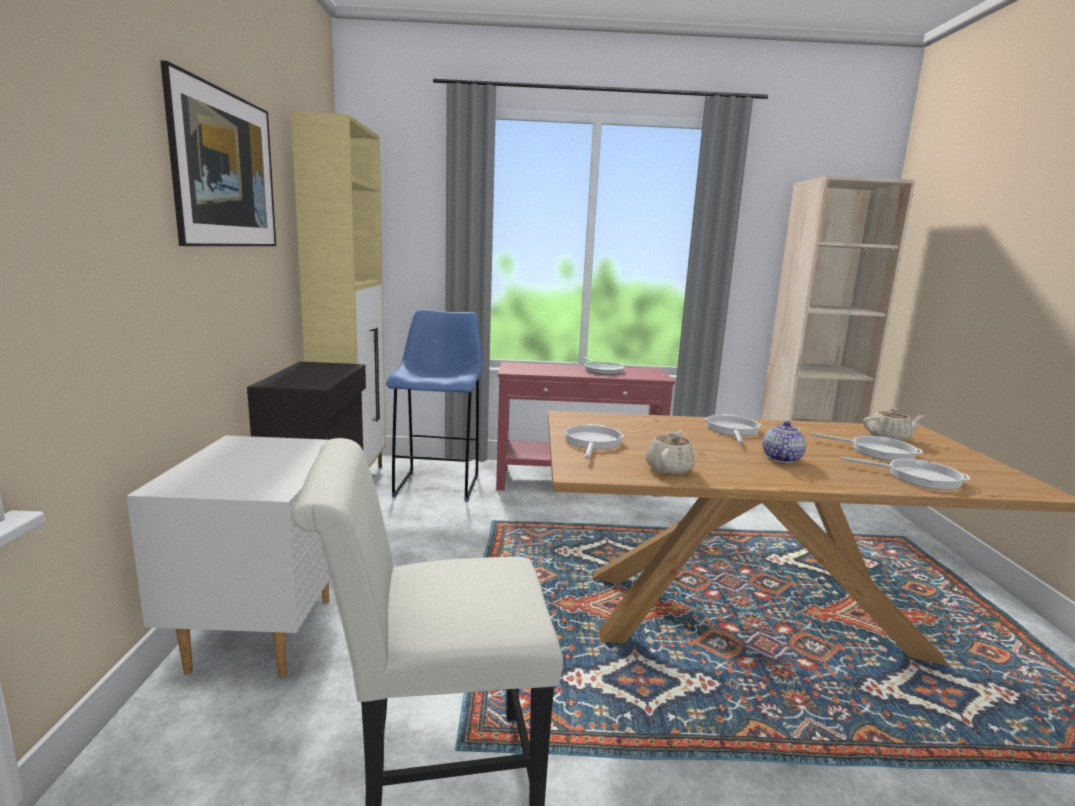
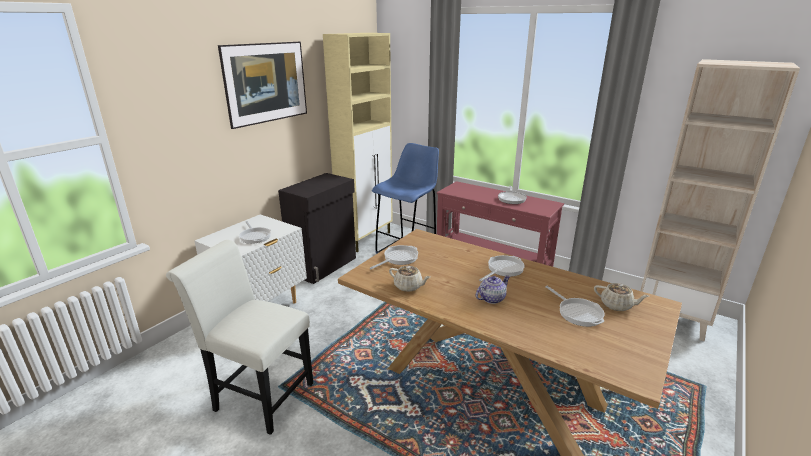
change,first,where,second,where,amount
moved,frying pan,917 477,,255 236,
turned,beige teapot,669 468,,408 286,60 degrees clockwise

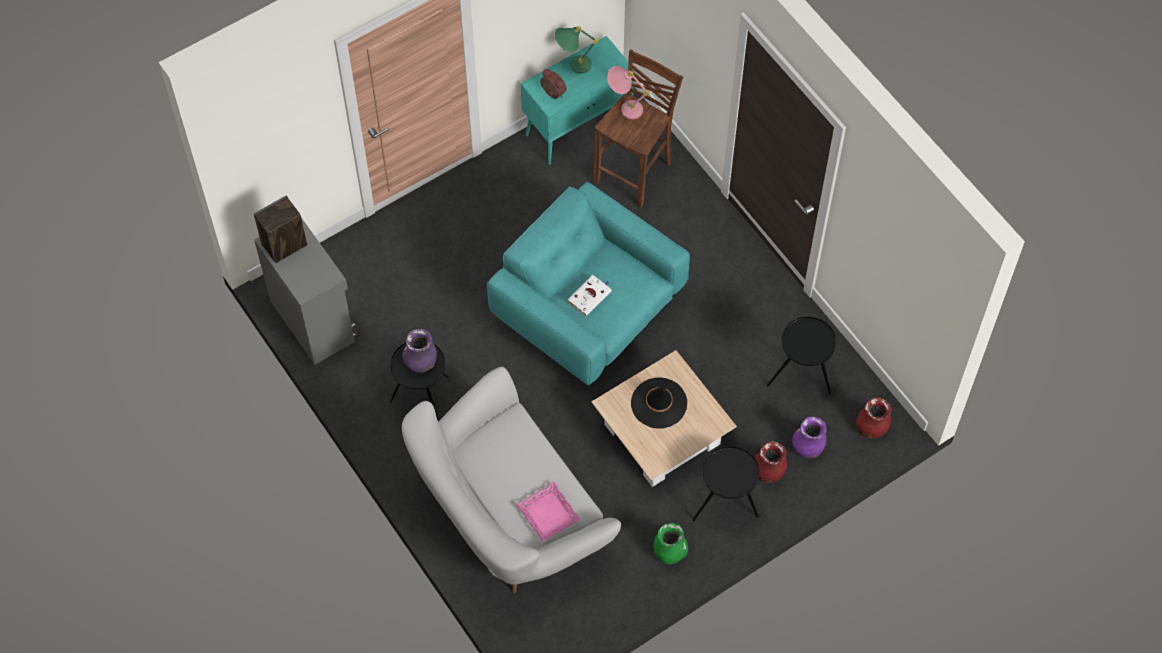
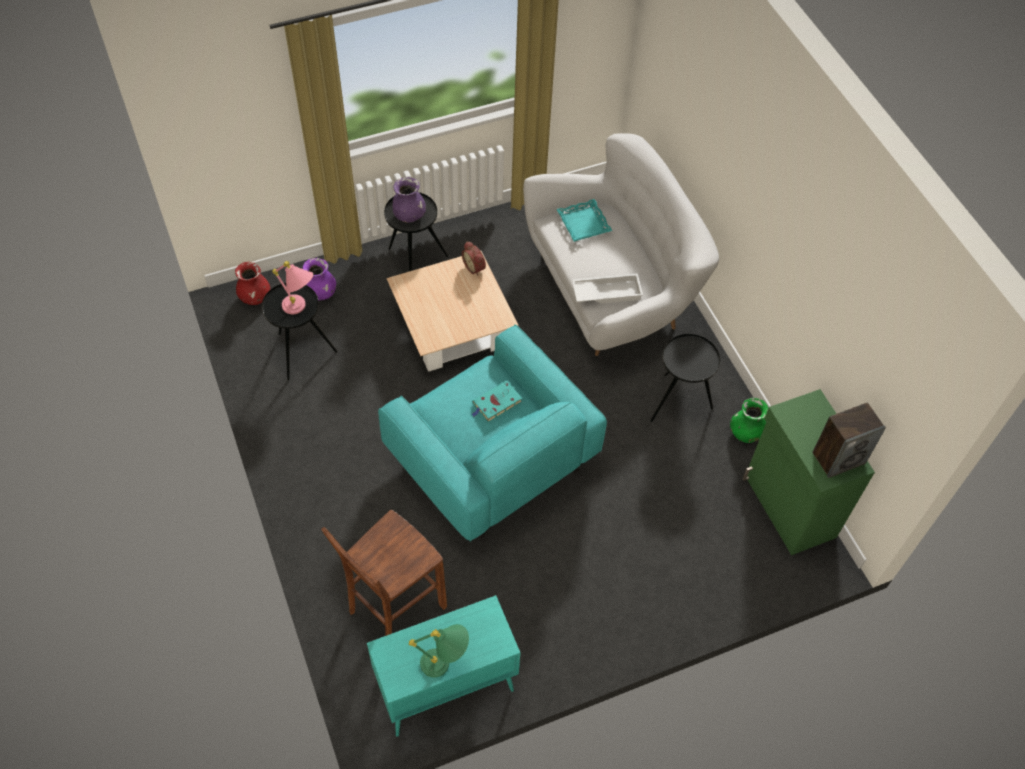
change,first,where,second,where,amount
moved,pink table lamp,624 107,,300 309,
moved,purple vase,421 361,,409 215,
moved,alarm clock,552 93,,475 267,
recoloured,white book,590 296,turquoise book,496 403,
recoloured,pink tray,548 514,turquoise tray,584 223,
added,,,white tray,607 292,
moved,green vase,669 551,,745 432,
recoloured,grey cabinet,313 320,green cabinet,788 507,
removed,black hat,659 403,,,
removed,red vase,768 471,,,

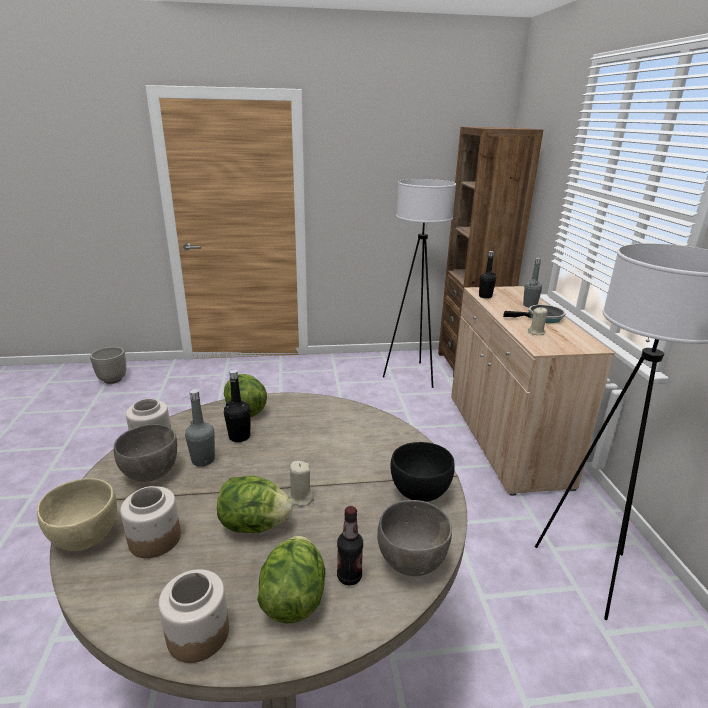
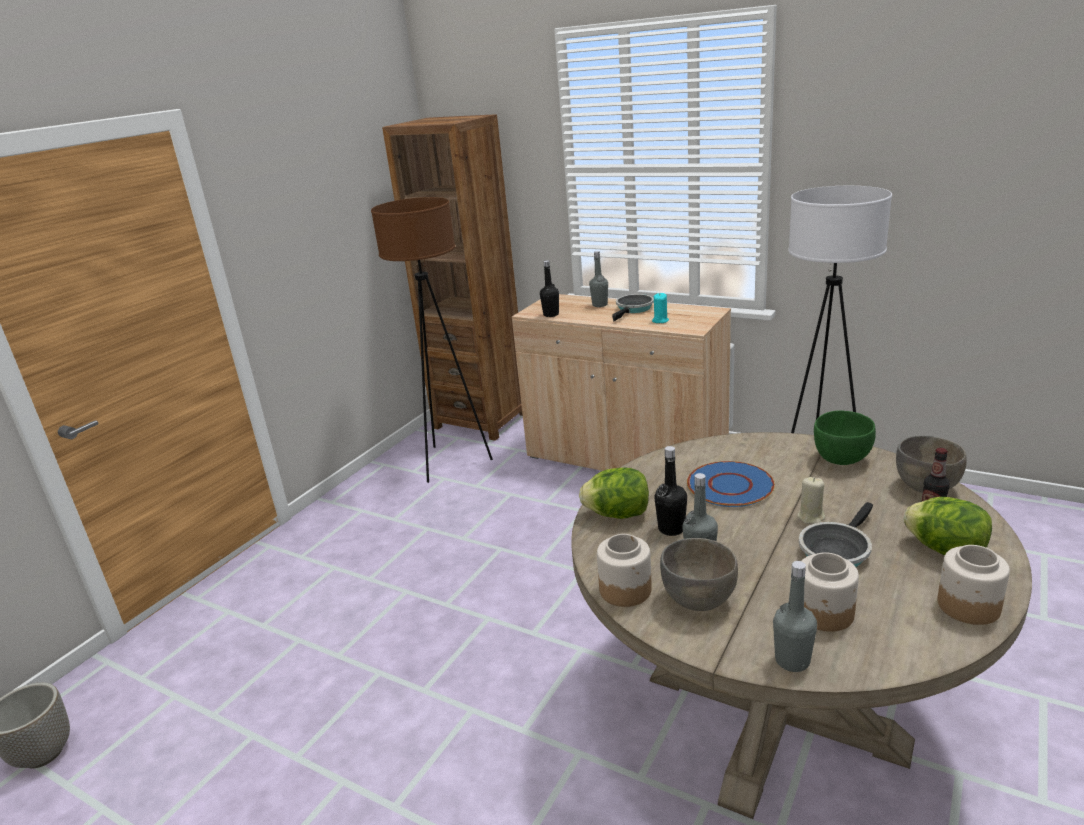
change,first,where,second,where,amount
recoloured,white floor lamp,412 375,brown floor lamp,451 462,
recoloured,beige candle,536 332,turquoise candle,660 320,
added,,,blue plate,730 485,
replaced,beige bowl,85 536,grey bottle,792 661,
replaced,lettuce,254 524,frying pan,836 550,
recoloured,black bowl,420 492,green bowl,842 459,

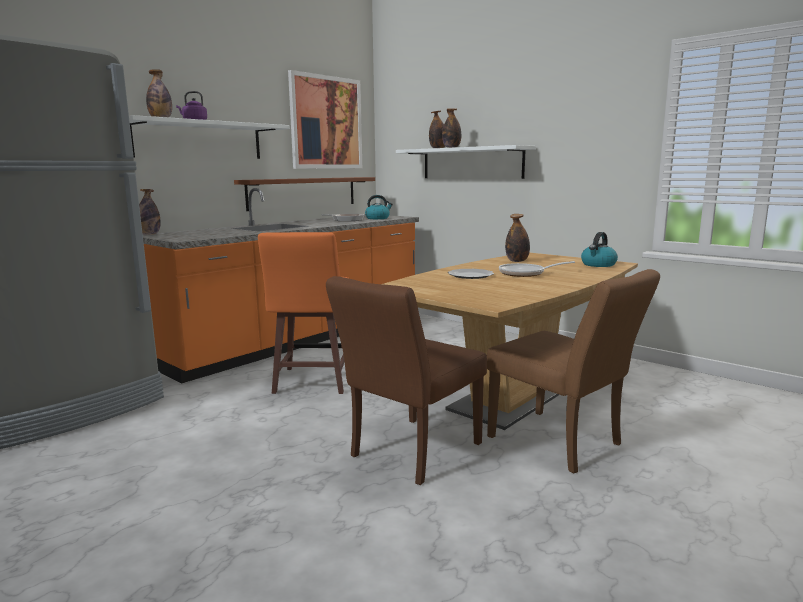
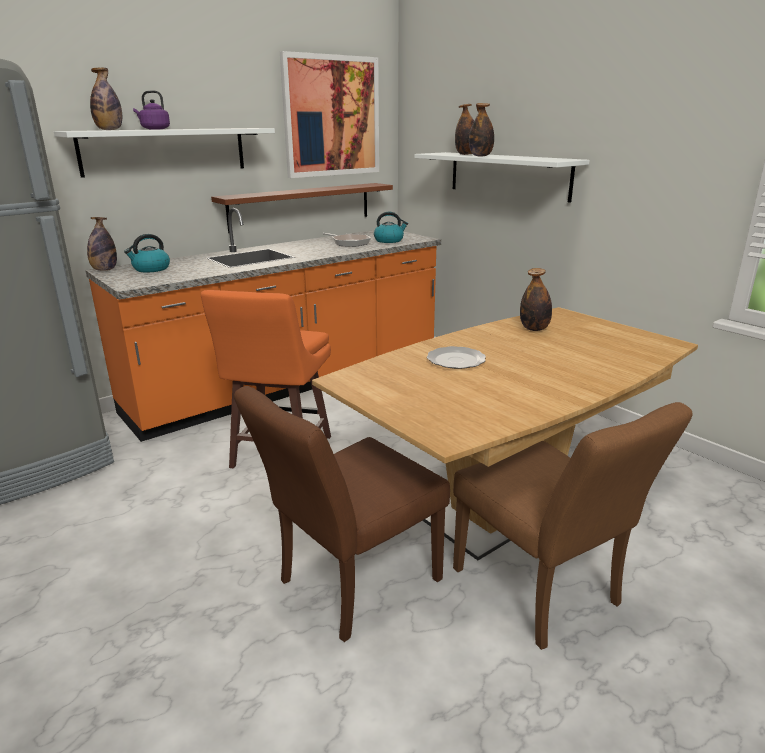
change,first,where,second,where,amount
moved,kettle,598 265,,151 269,
removed,frying pan,525 273,,,

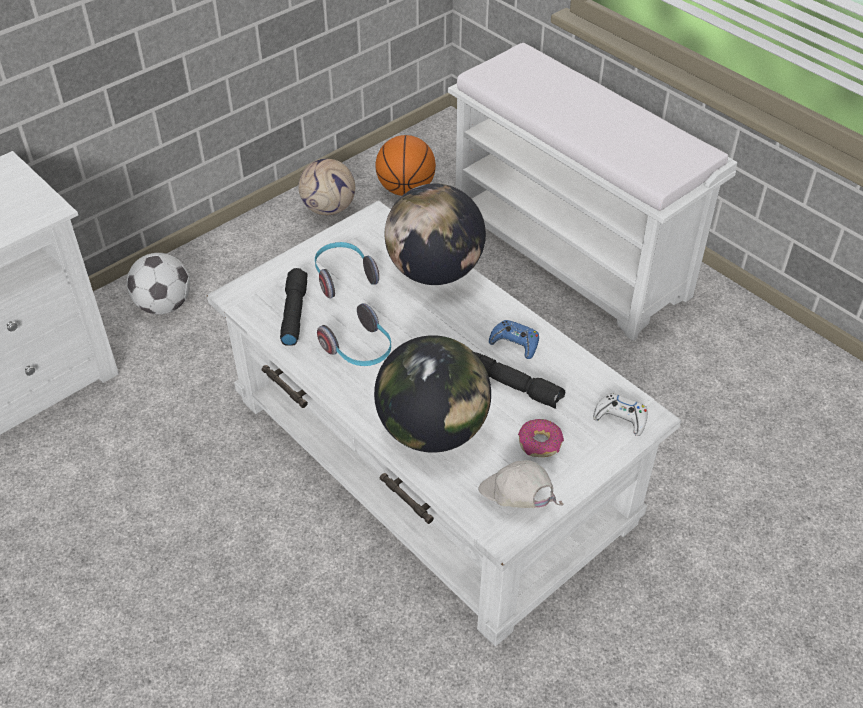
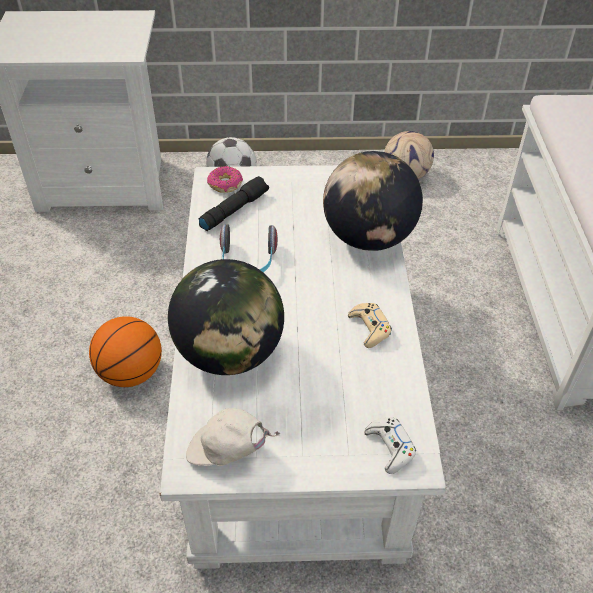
change,first,where,second,where,amount
moved,basketball,406 189,,131 373,
turned,white cap,516 500,,227 452,75 degrees counterclockwise
moved,donut,540 443,,225 184,
recoloured,blue game controller,515 343,beige game controller,369 328,
removed,headphones,343 276,,,
removed,black flashlight,515 386,,,

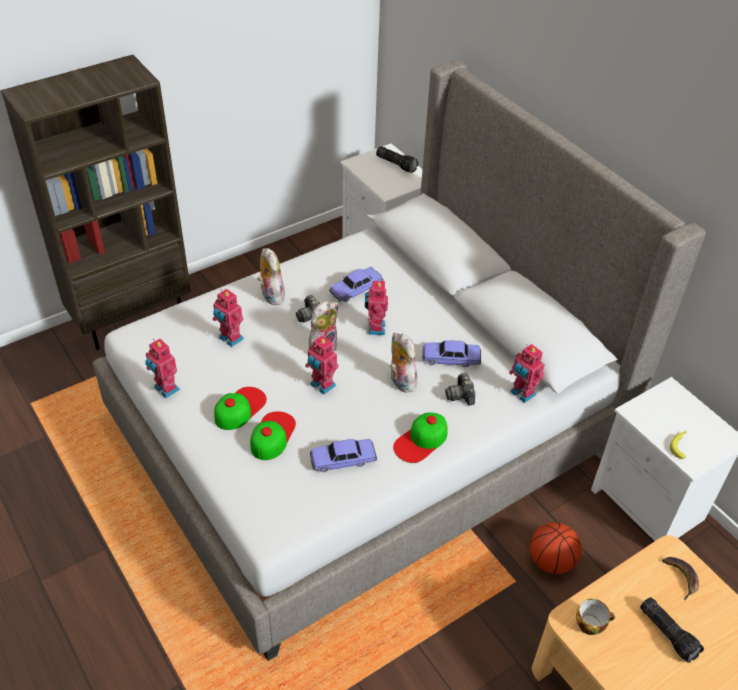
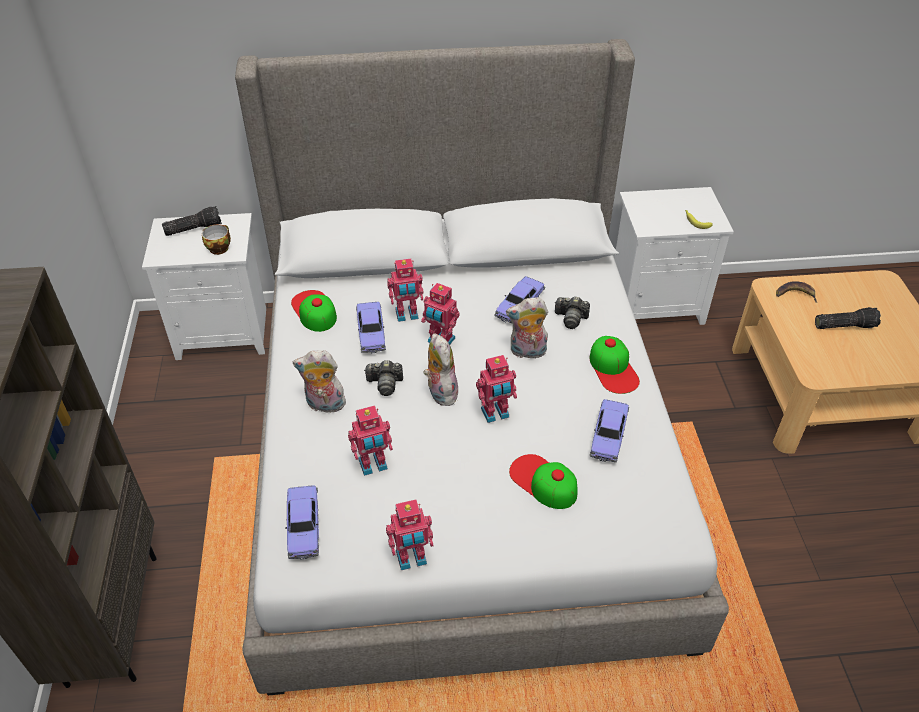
change,first,where,second,where,amount
moved,cup,591 624,,219 247,
added,,,toy car,304 527,
moved,cap,239 408,,314 310,
moved,toy robot,522 394,,407 315,
removed,basketball,551 561,,,

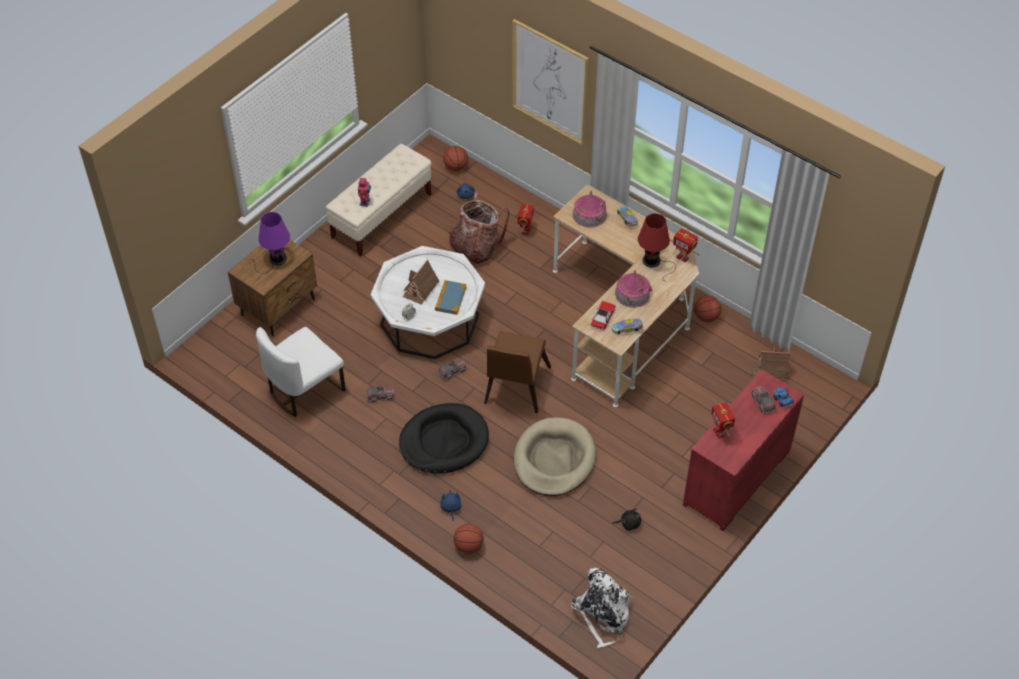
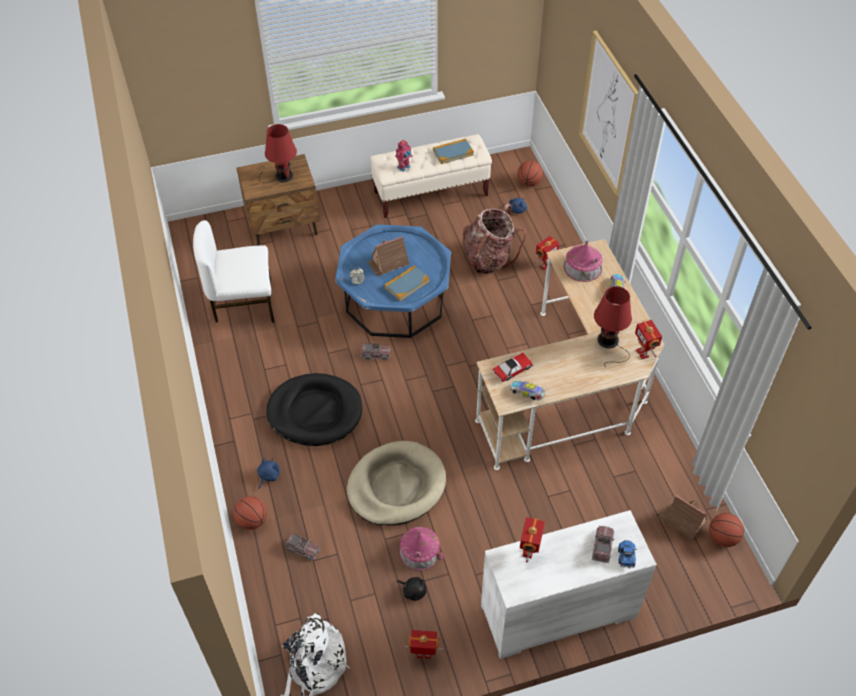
change,first,where,second,where,amount
recoloured,purple table lamp,275 259,red table lamp,281 176,
moved,toy truck,380 396,,303 549,
recoloured,white coffee table,430 320,blue coffee table,395 300,
moved,toy house,632 293,,419 551,
added,,,toy robot,424 654,
added,,,book,453 152,
recoloured,red dresser,737 479,white dresser,558 613,
moved,basketball,706 317,,723 537,
removed,brown chair,515 388,,,

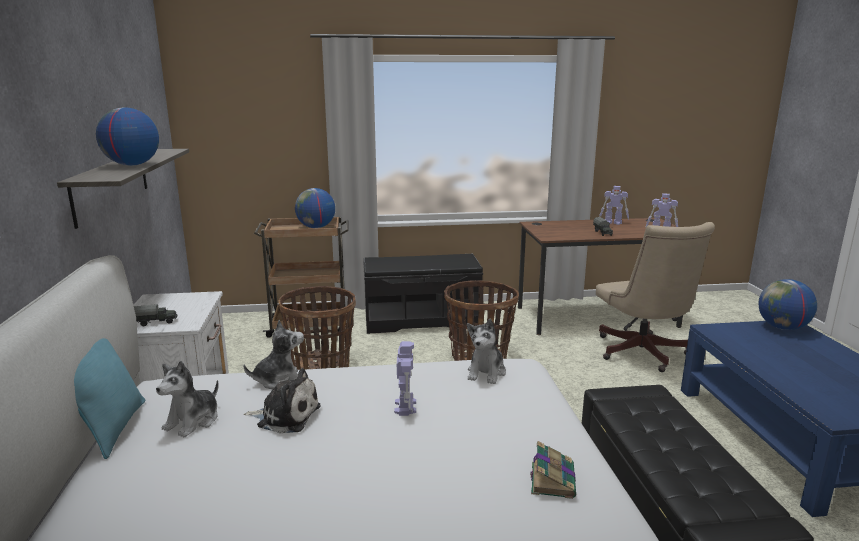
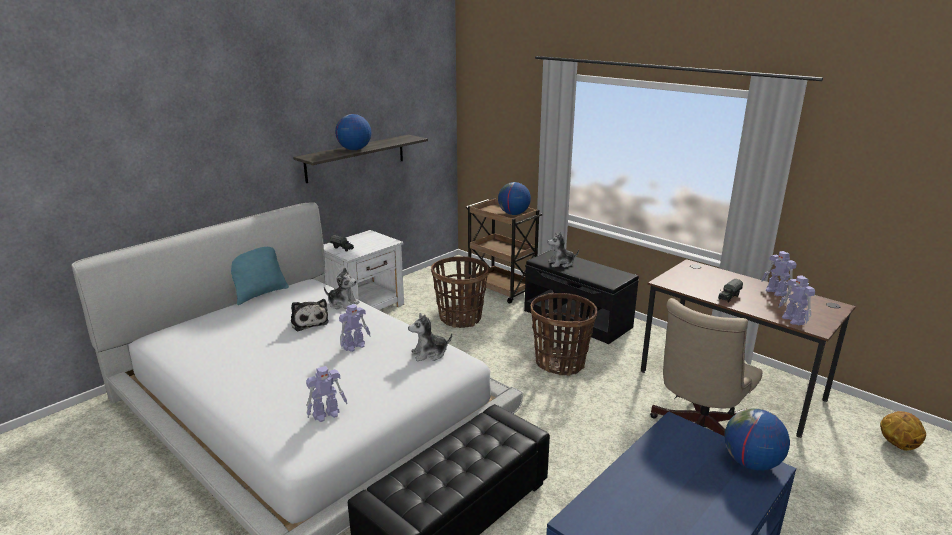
change,first,where,second,where,amount
replaced,book,552 479,toy robot,327 414,
moved,plush toy,193 421,,561 263,
added,,,basketball,897 445,

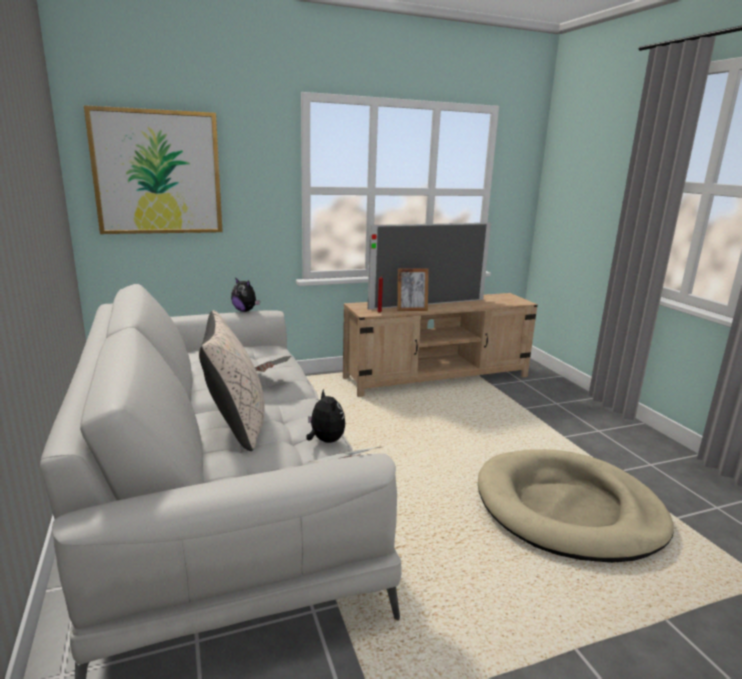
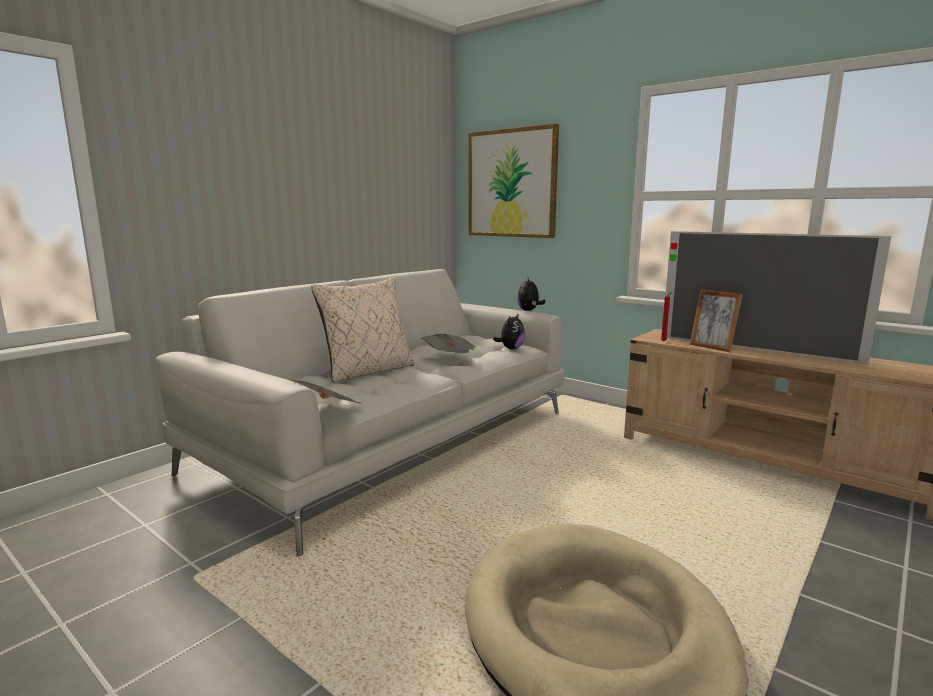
change,first,where,second,where,amount
moved,plush toy,325 440,,511 348,

